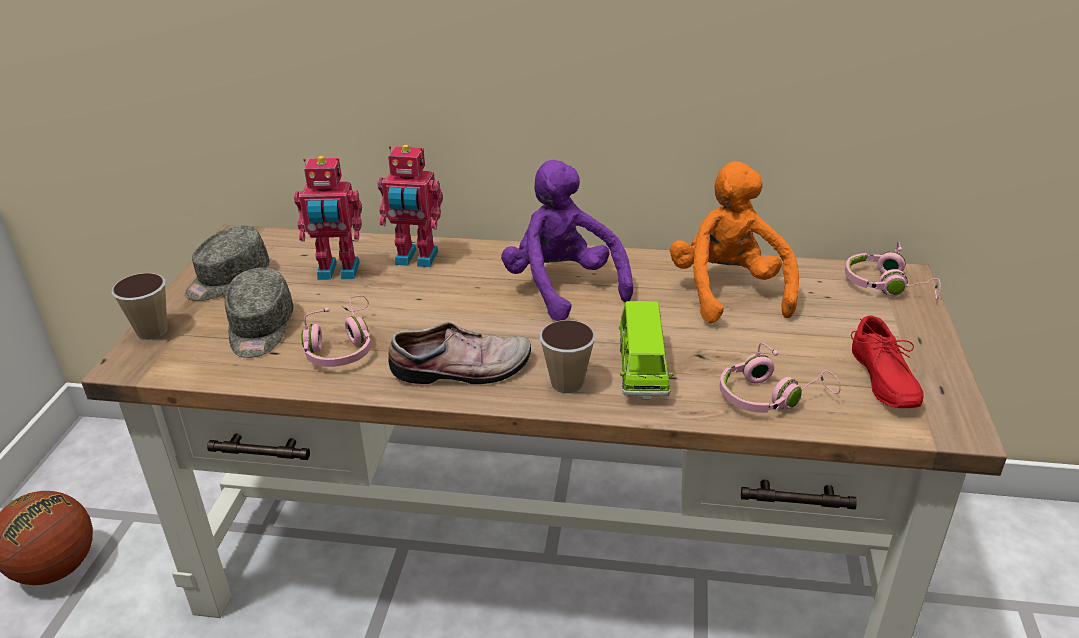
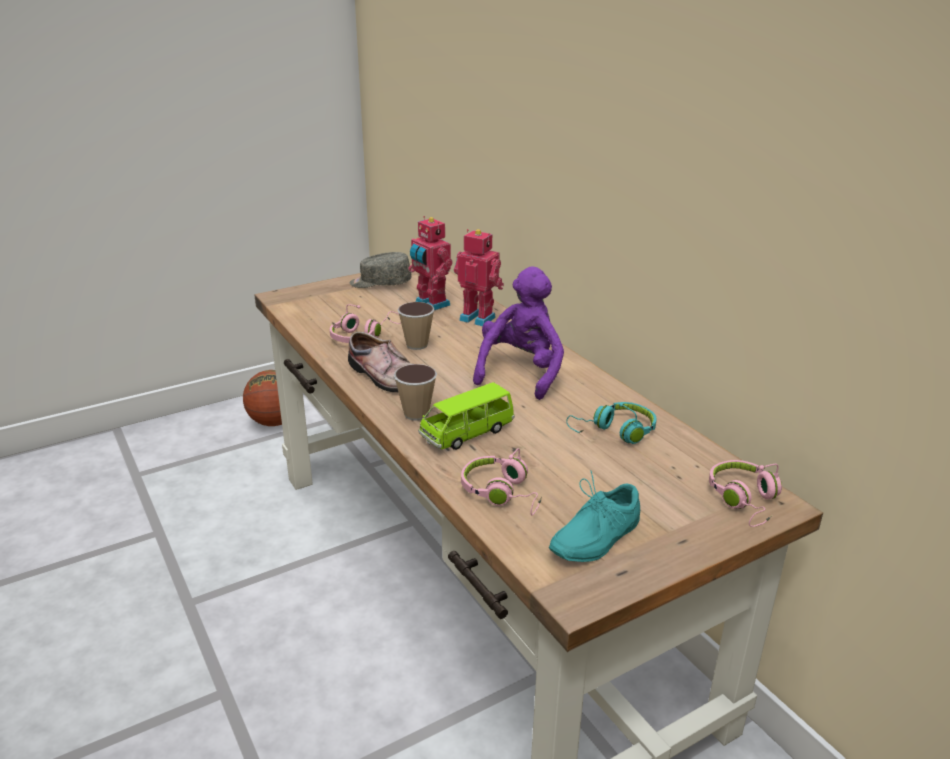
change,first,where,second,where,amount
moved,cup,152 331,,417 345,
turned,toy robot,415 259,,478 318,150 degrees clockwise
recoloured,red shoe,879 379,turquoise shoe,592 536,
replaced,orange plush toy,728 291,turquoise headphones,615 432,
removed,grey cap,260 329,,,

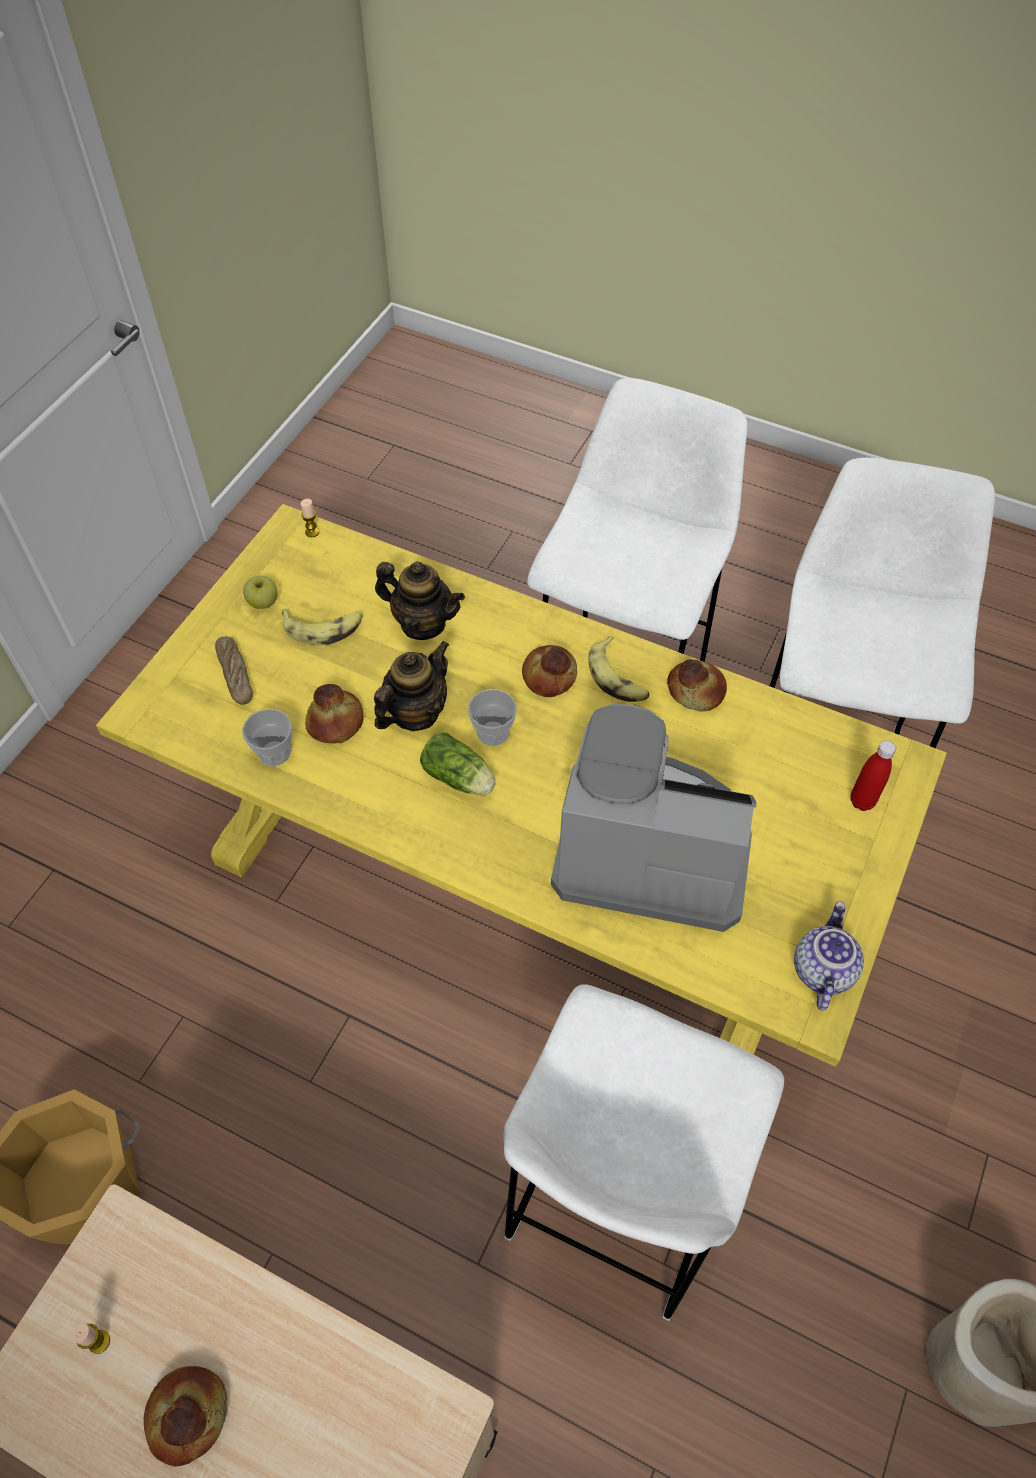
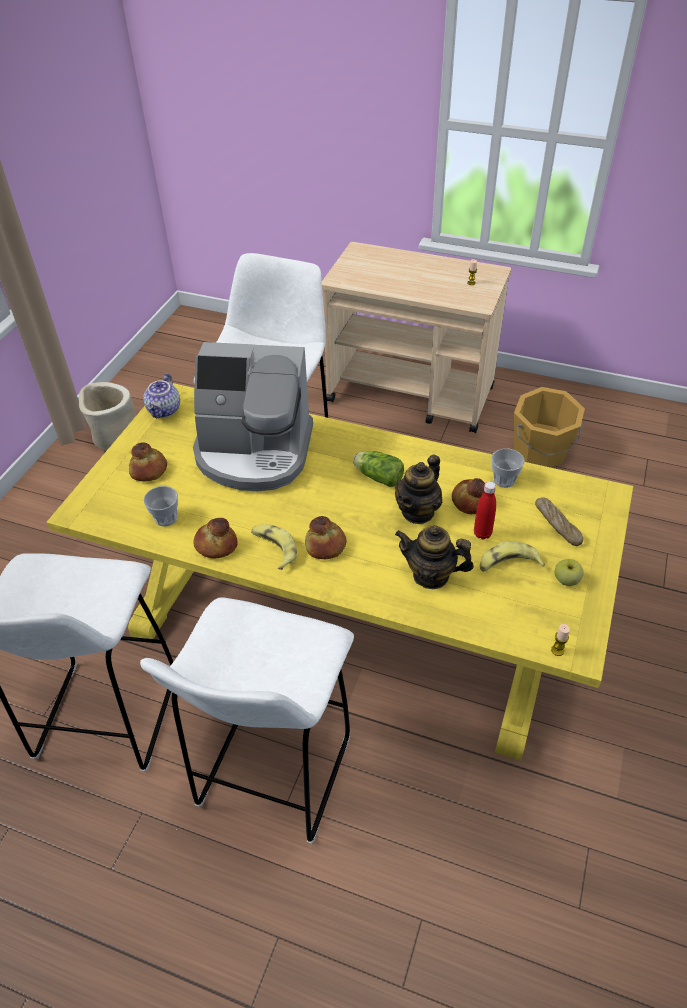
change,first,where,second,where,amount
moved,bread,187 1414,,149 470,
moved,cup,493 732,,166 518,
moved,red bottle,862 801,,482 534,

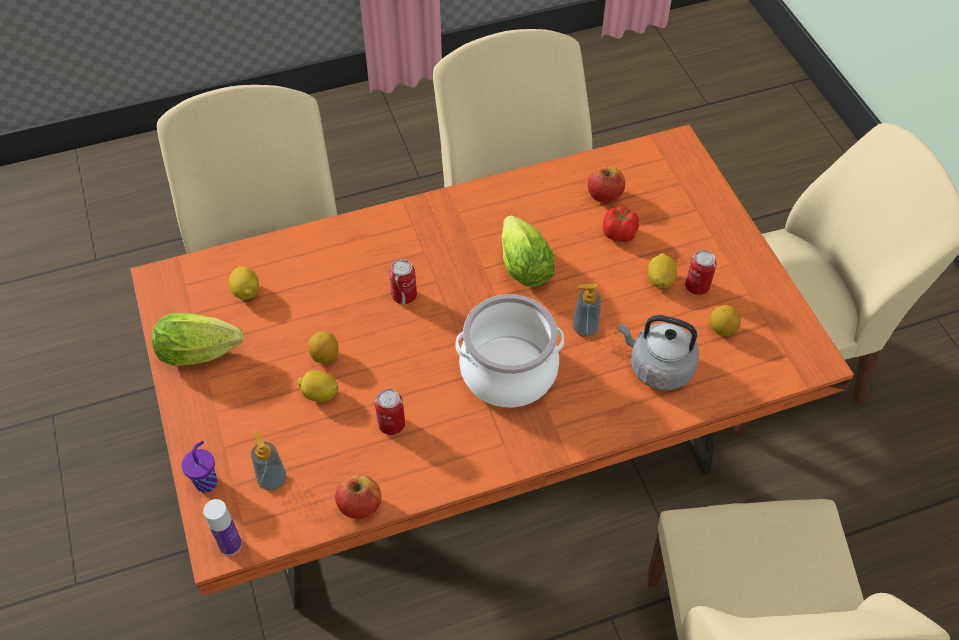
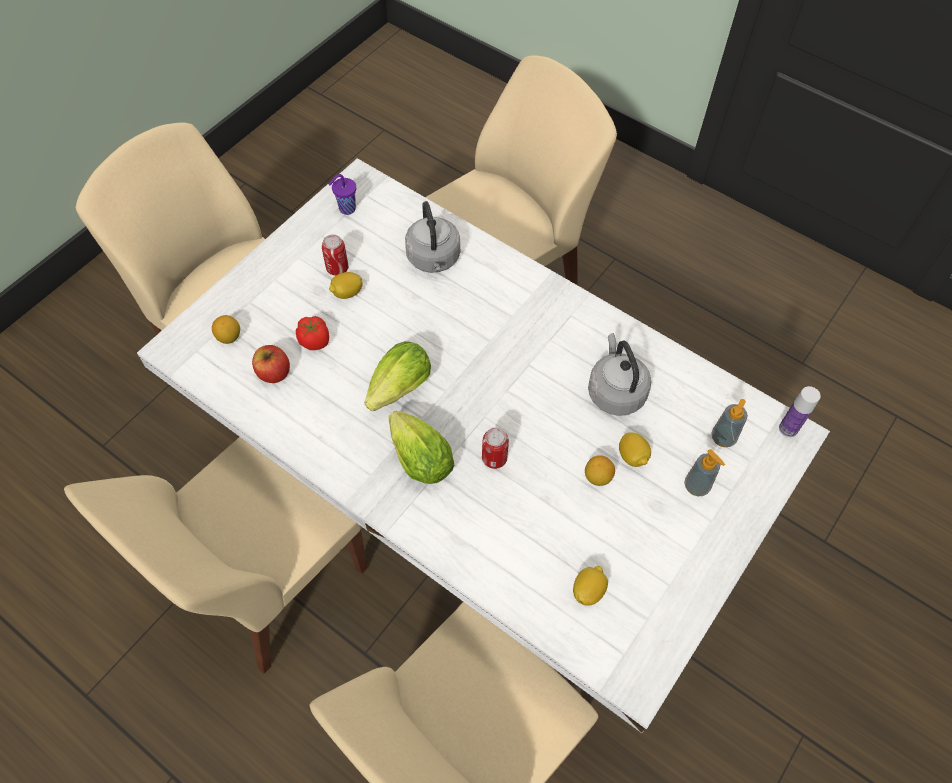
change,first,where,second,where,amount
recoloured,orange dining table,477 462,white dining table,476 504,
moved,lemon,722 329,,229 337,
moved,purple cup,207 481,,346 209,
moved,lettuce,204 352,,418 456,
replaced,can,391 424,grey kettle,615 391,
moved,soap dispenser,585 328,,696 486,
removed,apple,360 505,,,
removed,cooking pot,508 370,,,

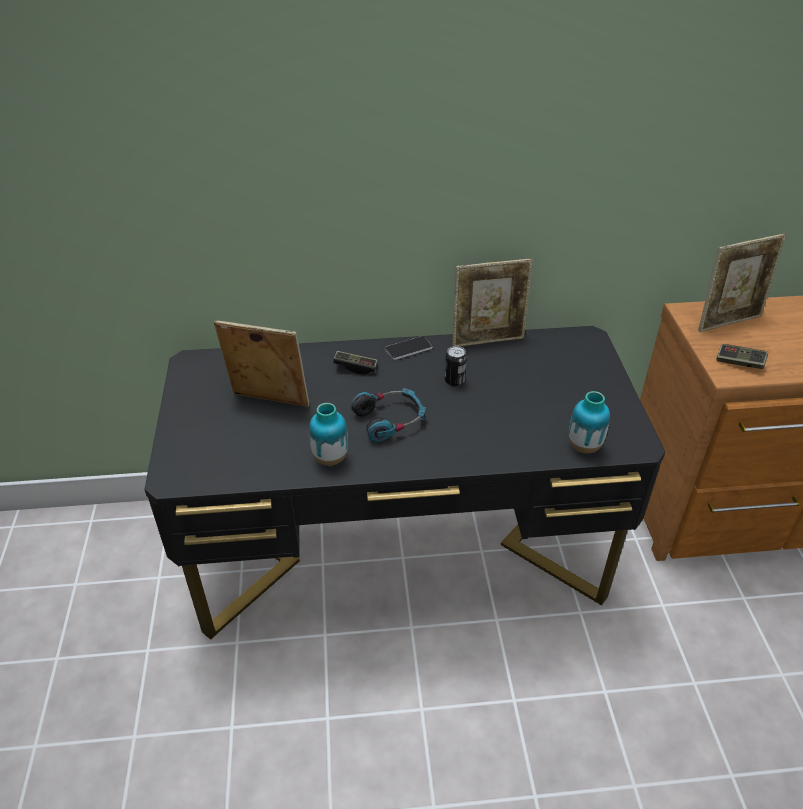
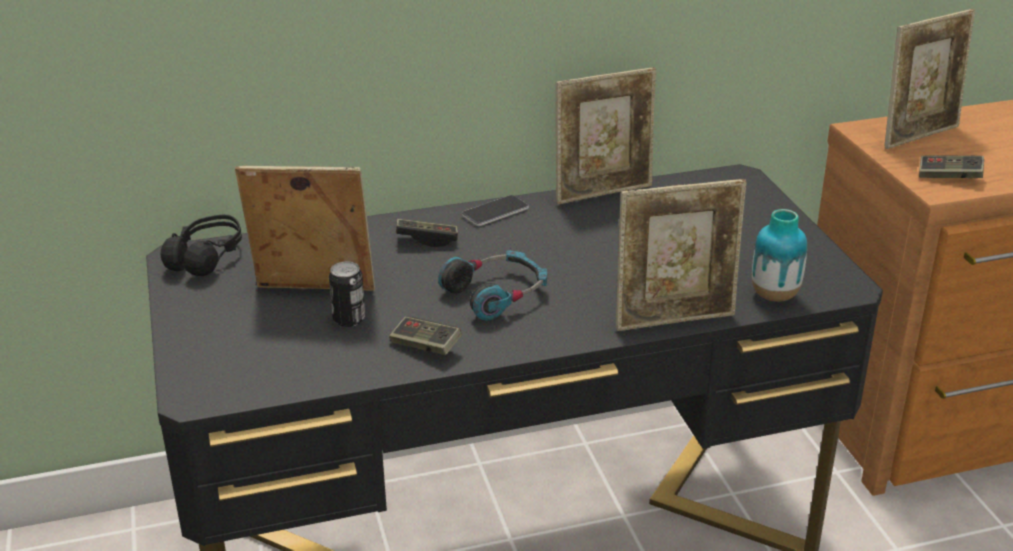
change,first,where,second,where,amount
added,,,black headphones,207 257,
moved,can,454 381,,349 319,
replaced,vase,330 458,game controller,425 346,
added,,,picture frame,675 319,

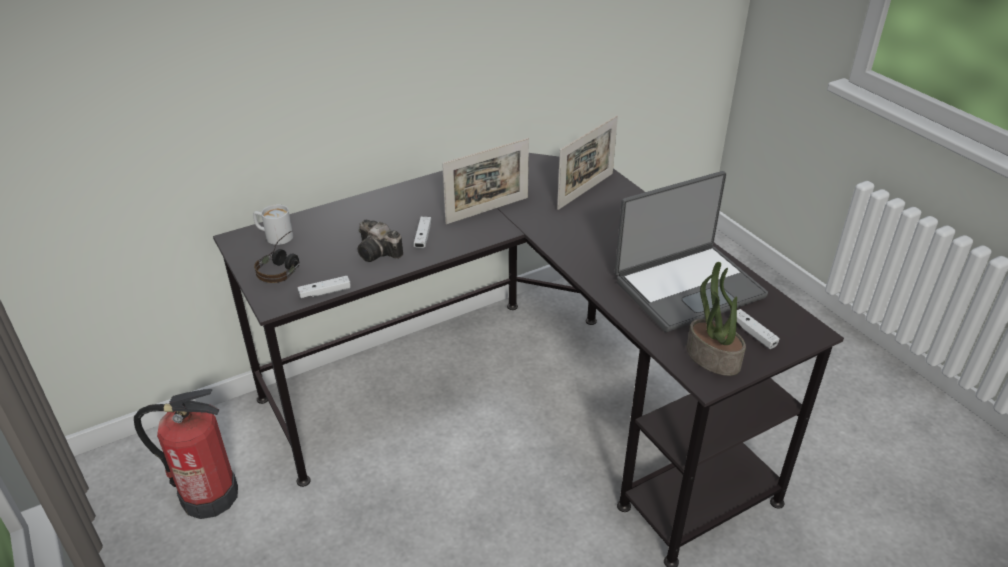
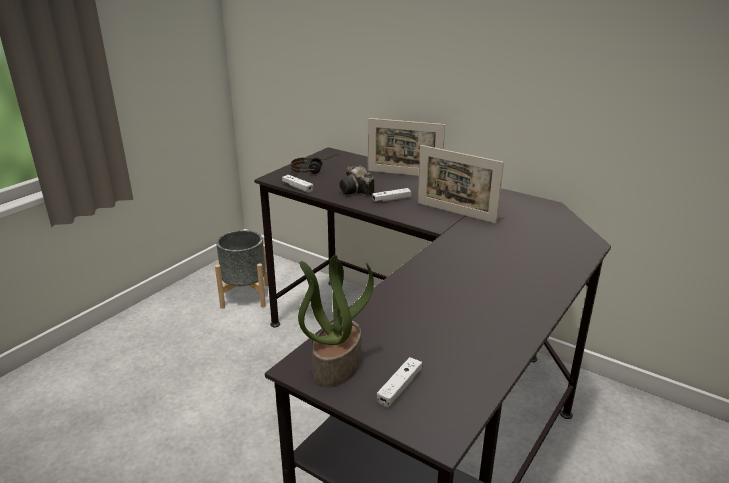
change,first,where,second,where,amount
replaced,fire extinguisher,208 495,grey planter,245 295,
turned,photo camera,379 253,,357 191,45 degrees counterclockwise
moved,picture frame,585 191,,404 174,
removed,white mug,274 236,,,
removed,laptop,687 287,,,

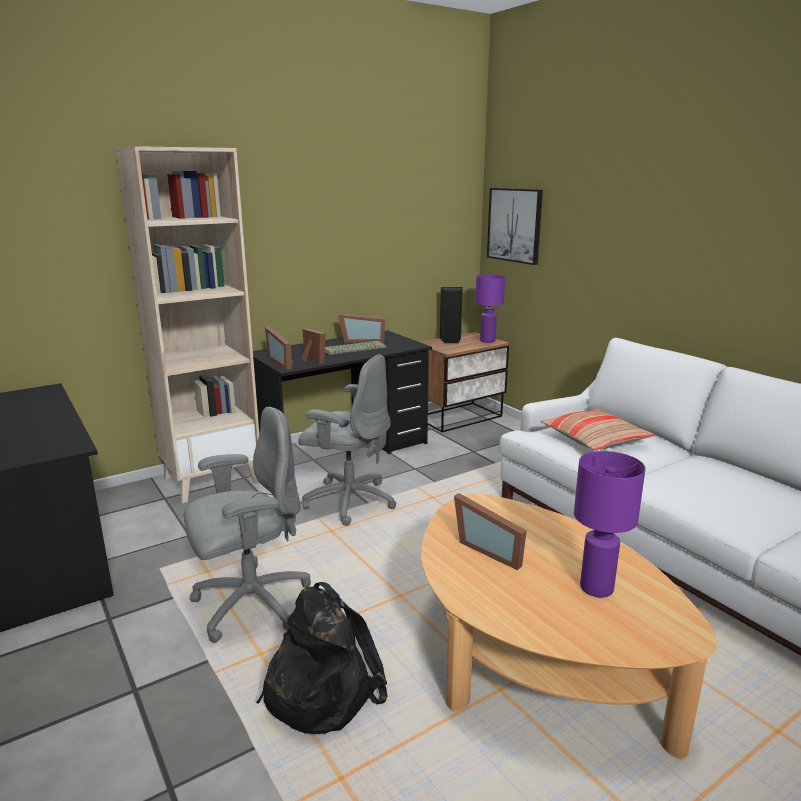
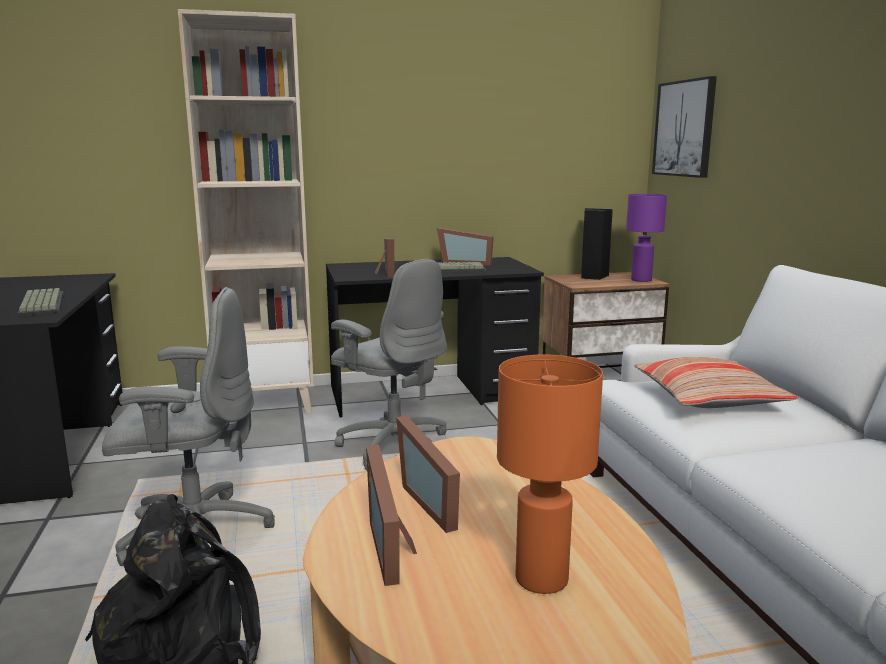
change,first,where,second,where,amount
added,,,keyboard,40 304,
moved,picture frame,283 362,,394 546,
recoloured,purple table lamp,595 588,orange table lamp,540 578,

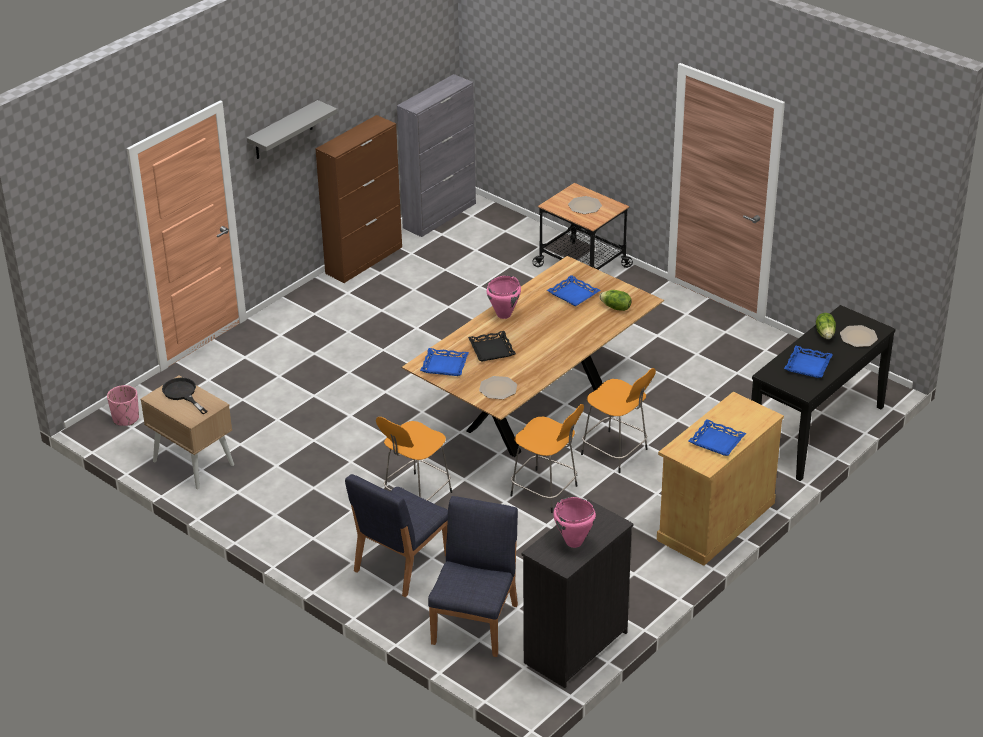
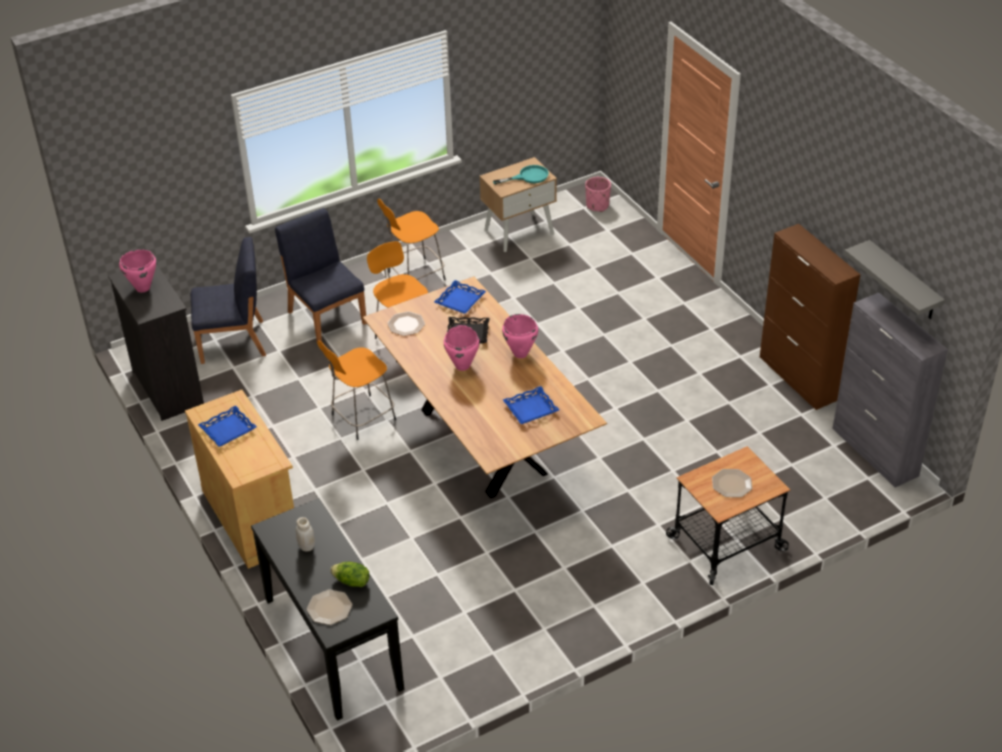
change,first,where,second,where,amount
turned,blue chair,476 623,,233 342,45 degrees counterclockwise
replaced,blue tray,808 365,white jar,306 546,
moved,orange stool,616 453,,414 276,
added,,,pink cooking pot,463 365,
recoloured,black frying pan,182 394,turquoise frying pan,528 177,
moved,grey shelf,283 131,,904 281,
removed,lettuce,615 308,,,

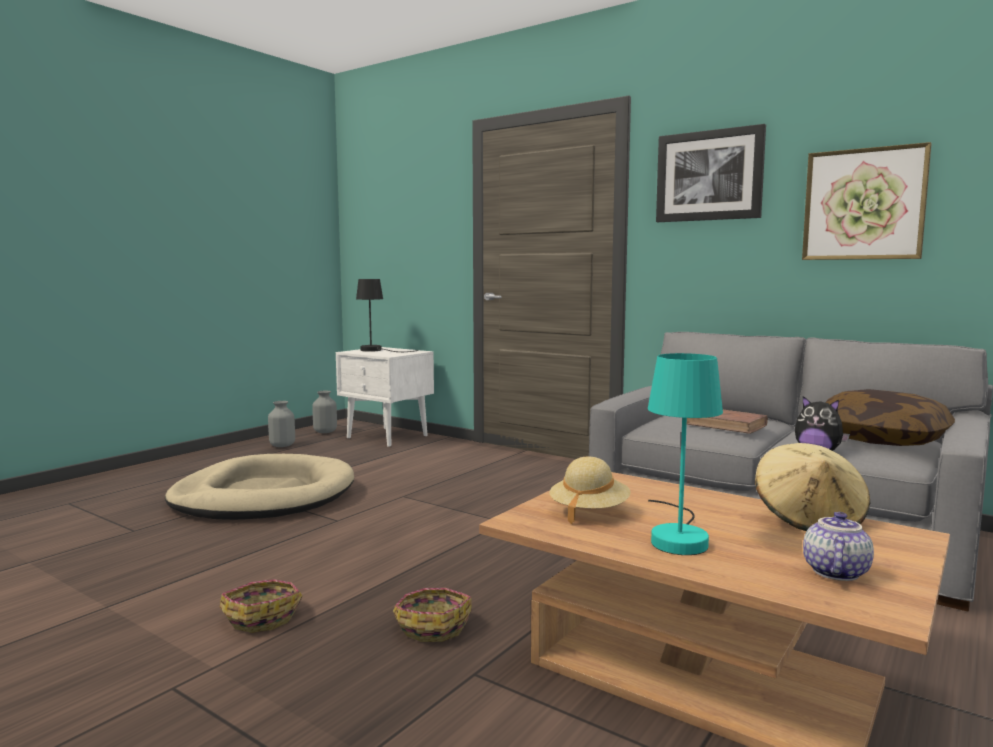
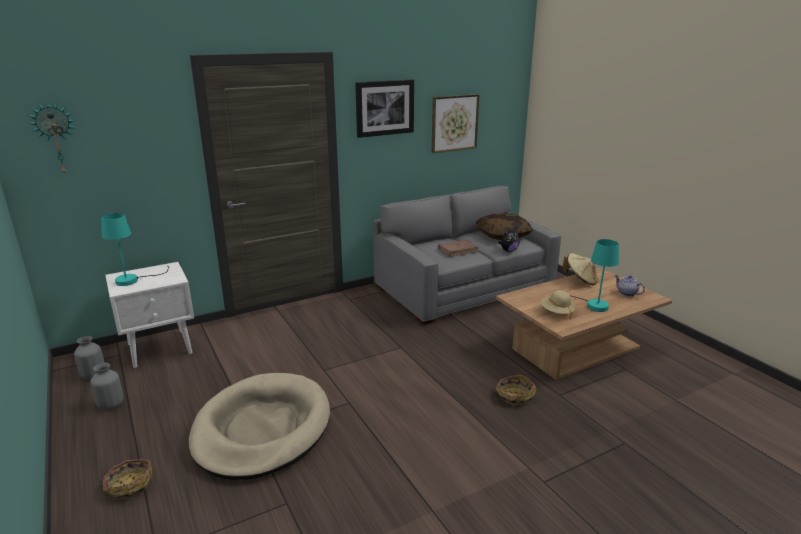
change,first,where,second,where,amount
added,,,wall clock,56 138,
moved,basket,263 616,,129 485,
recoloured,black table lamp,376 350,turquoise table lamp,133 279,

